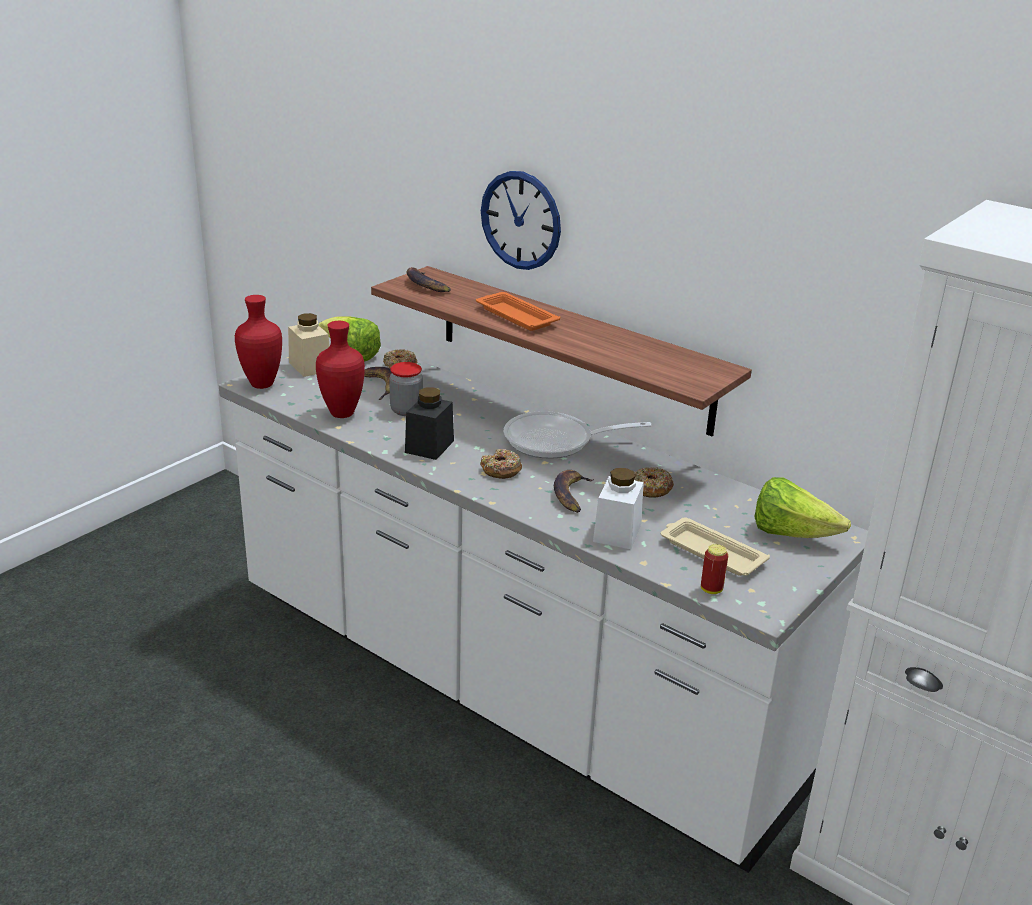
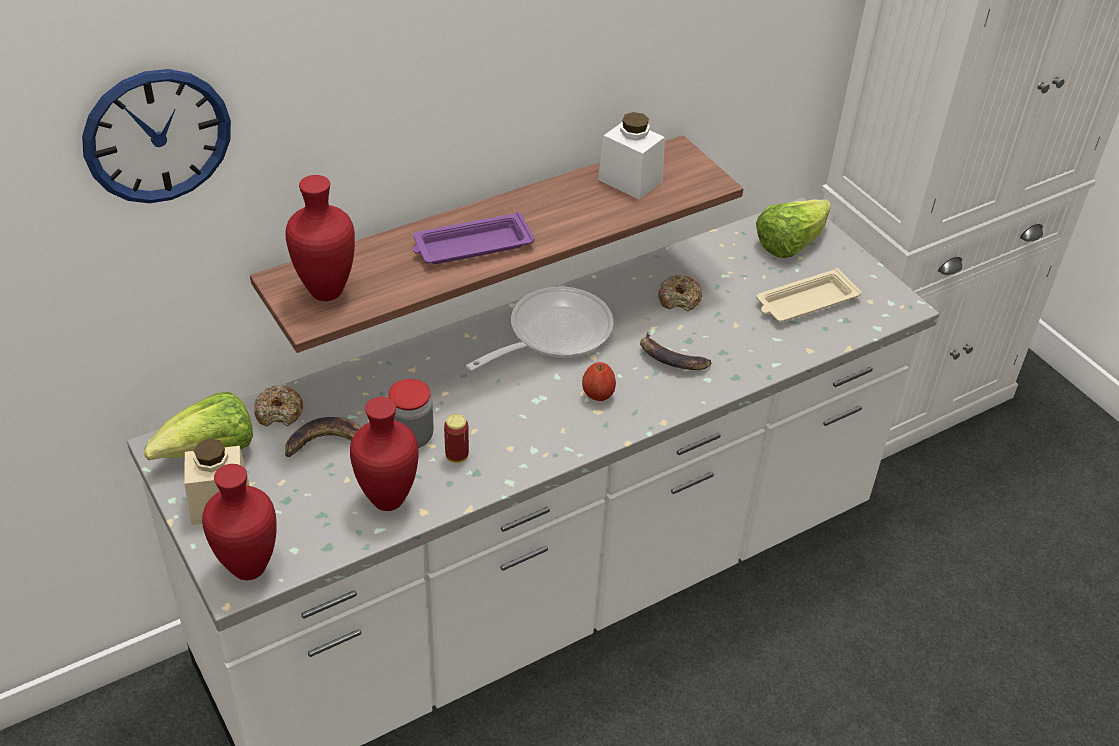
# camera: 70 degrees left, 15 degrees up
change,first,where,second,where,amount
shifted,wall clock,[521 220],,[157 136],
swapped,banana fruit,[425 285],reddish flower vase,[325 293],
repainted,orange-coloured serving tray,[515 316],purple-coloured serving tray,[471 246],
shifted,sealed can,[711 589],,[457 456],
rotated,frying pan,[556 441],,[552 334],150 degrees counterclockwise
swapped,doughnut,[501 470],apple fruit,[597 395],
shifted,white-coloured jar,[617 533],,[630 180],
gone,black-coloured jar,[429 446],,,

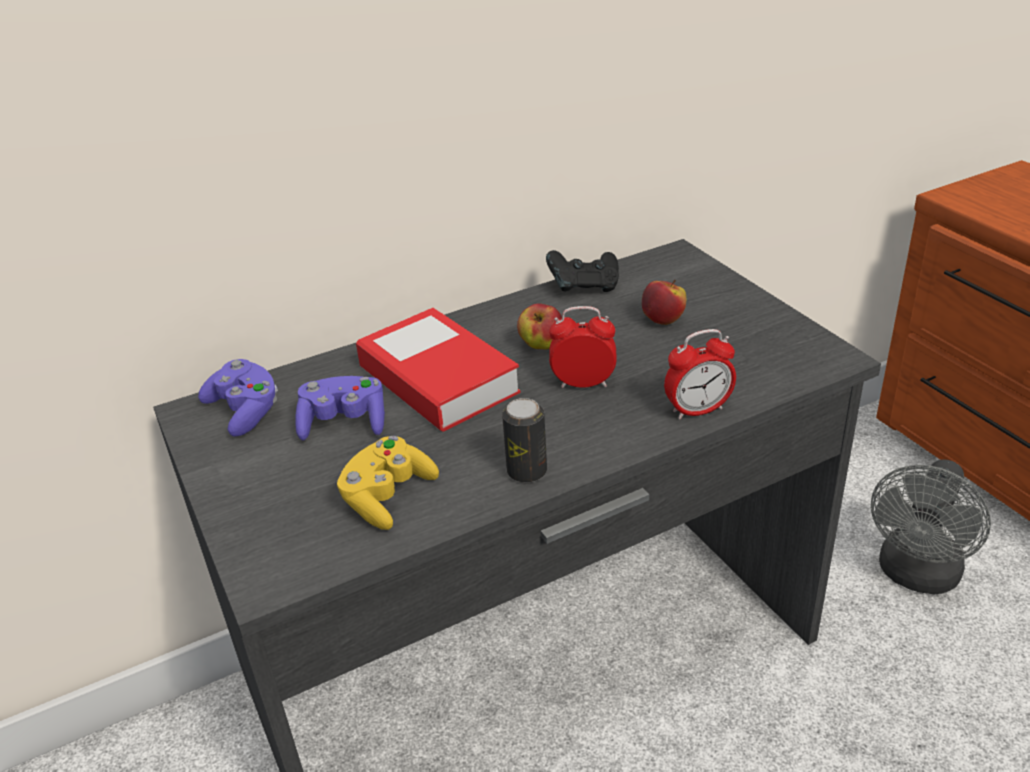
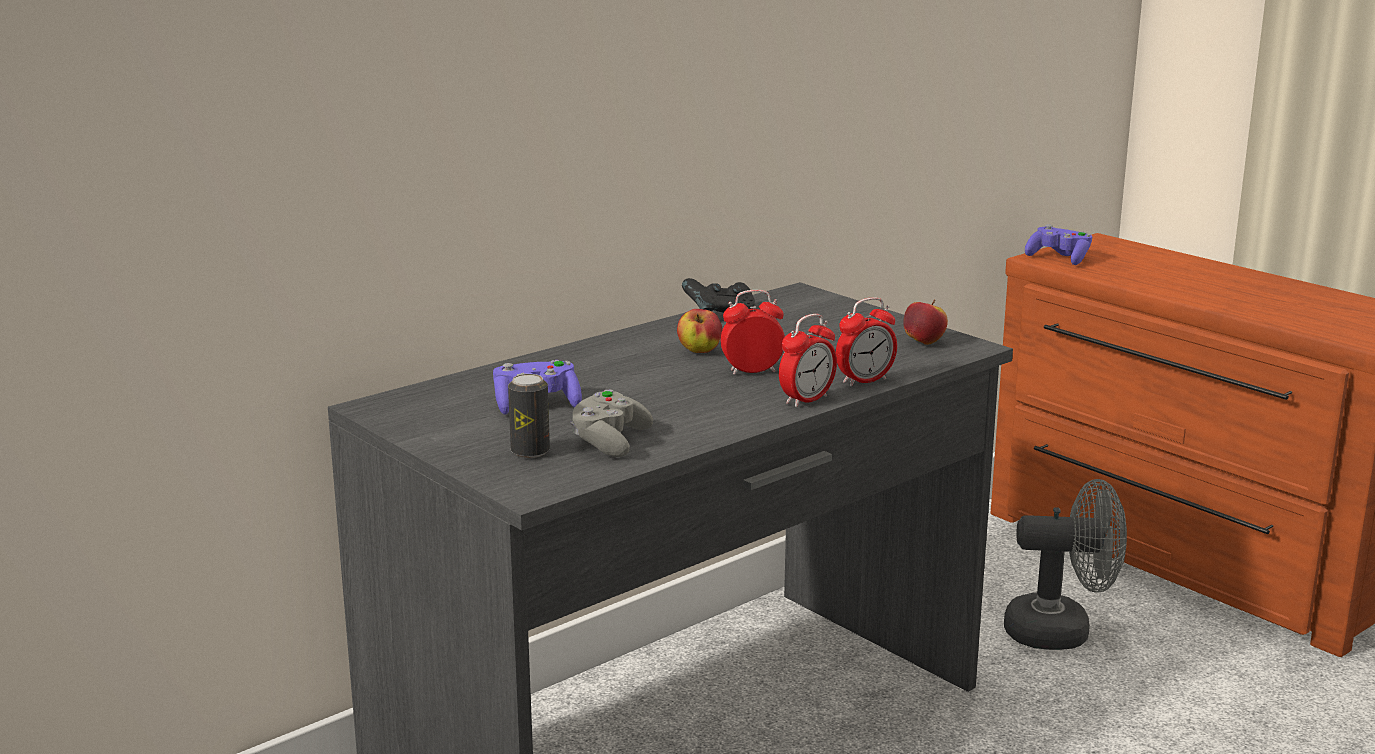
# camera: 15 degrees left, 15 degrees down
change,first,where,second,where,amount
shifted,sealed can,[527 471],,[530 451],
repainted,yellow game controller,[388 497],greyish game controller,[609 442],
new,,,alarm clock,[806 400],
shifted,apple fruit,[663 320],,[924 342],
rotated,greyish fan,[916 576],,[1061 632],105 degrees counterclockwise
shifted,purple-coloured game controller,[245 411],,[1059 258],
gone,volume,[438 380],,,

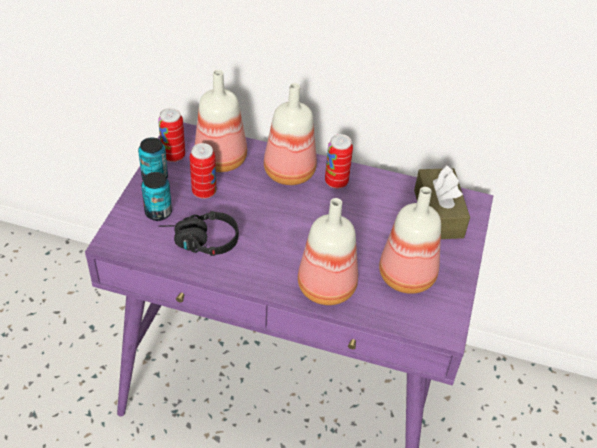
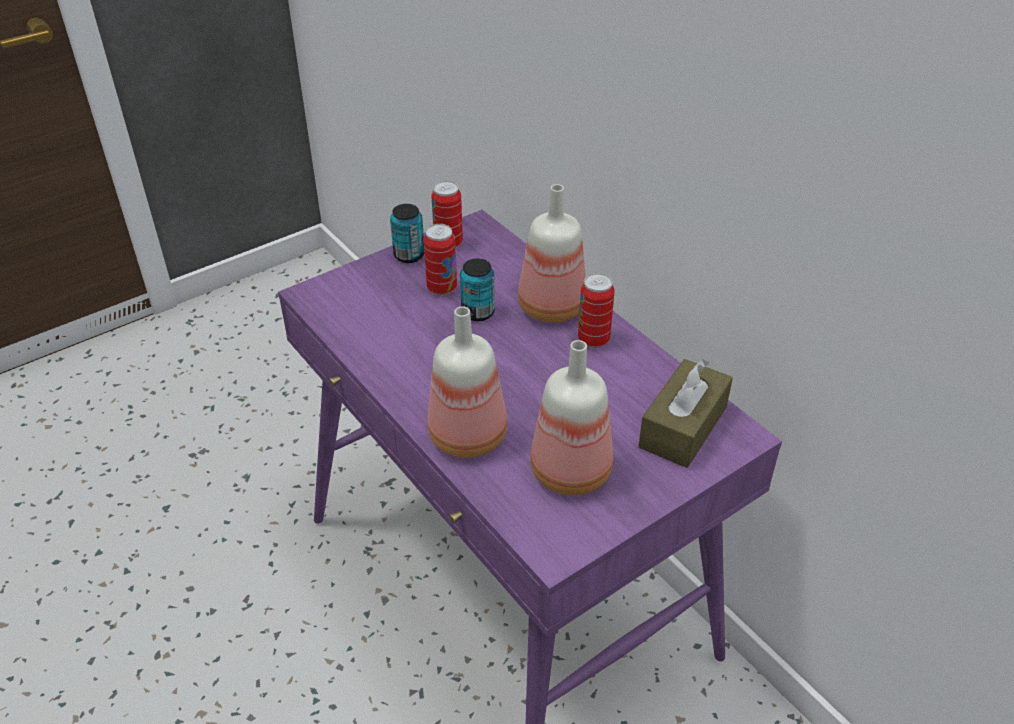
# camera: 40 degrees right, 5 degrees down
change,first,where,second,where,amount
shifted,sealed can,[158 212],,[478 312],
gone,black-coloured headphones,[198 242],,,
gone,beverage bottle,[222 159],,,

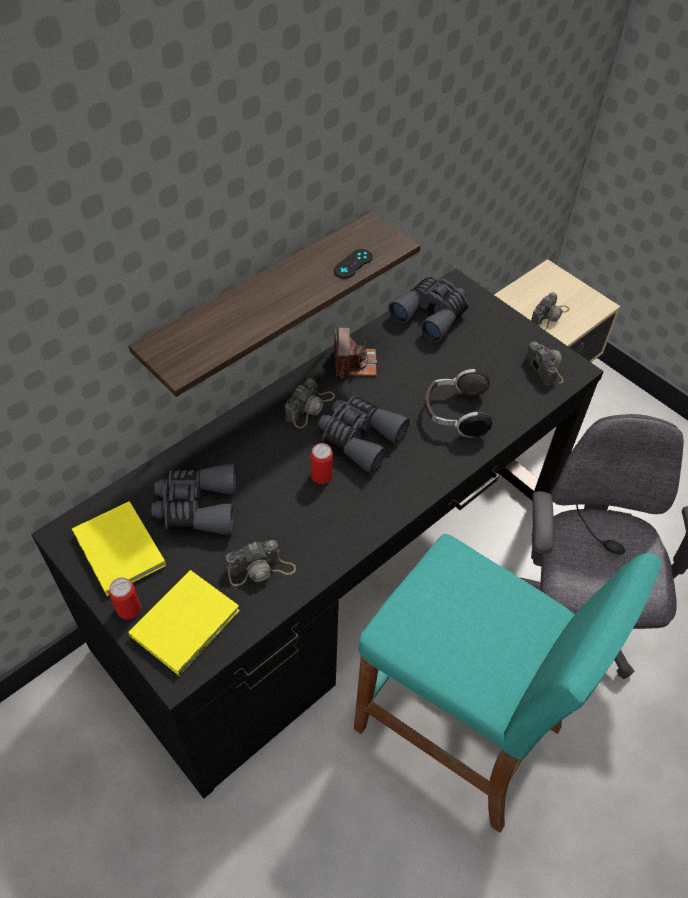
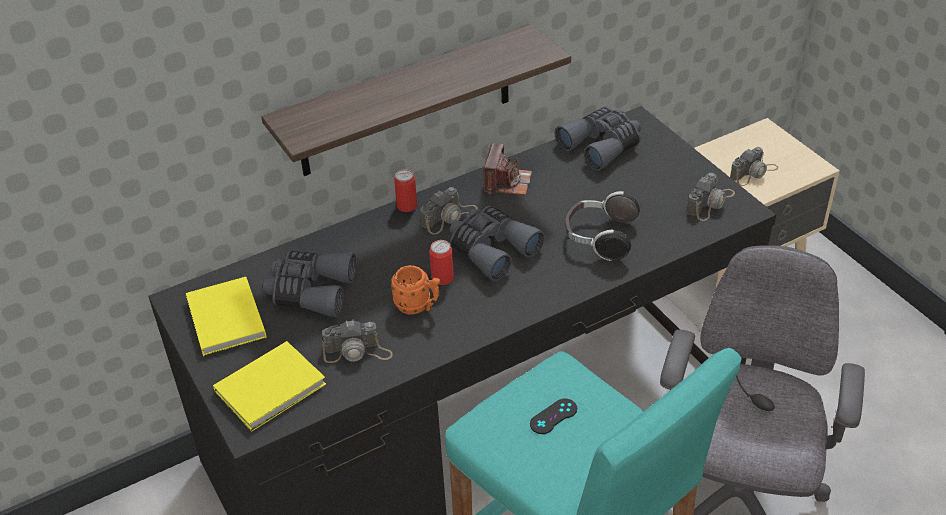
# camera: 15 degrees right, 10 degrees down
change,first,where,second,where,amount
new,,,orange-coloured mug,[418 306],
shifted,sealed can,[129 609],,[407 206],
shifted,black-coloured game controller,[353 264],,[553 416],
rotated,photo camera,[544 365],,[710 202],45 degrees clockwise

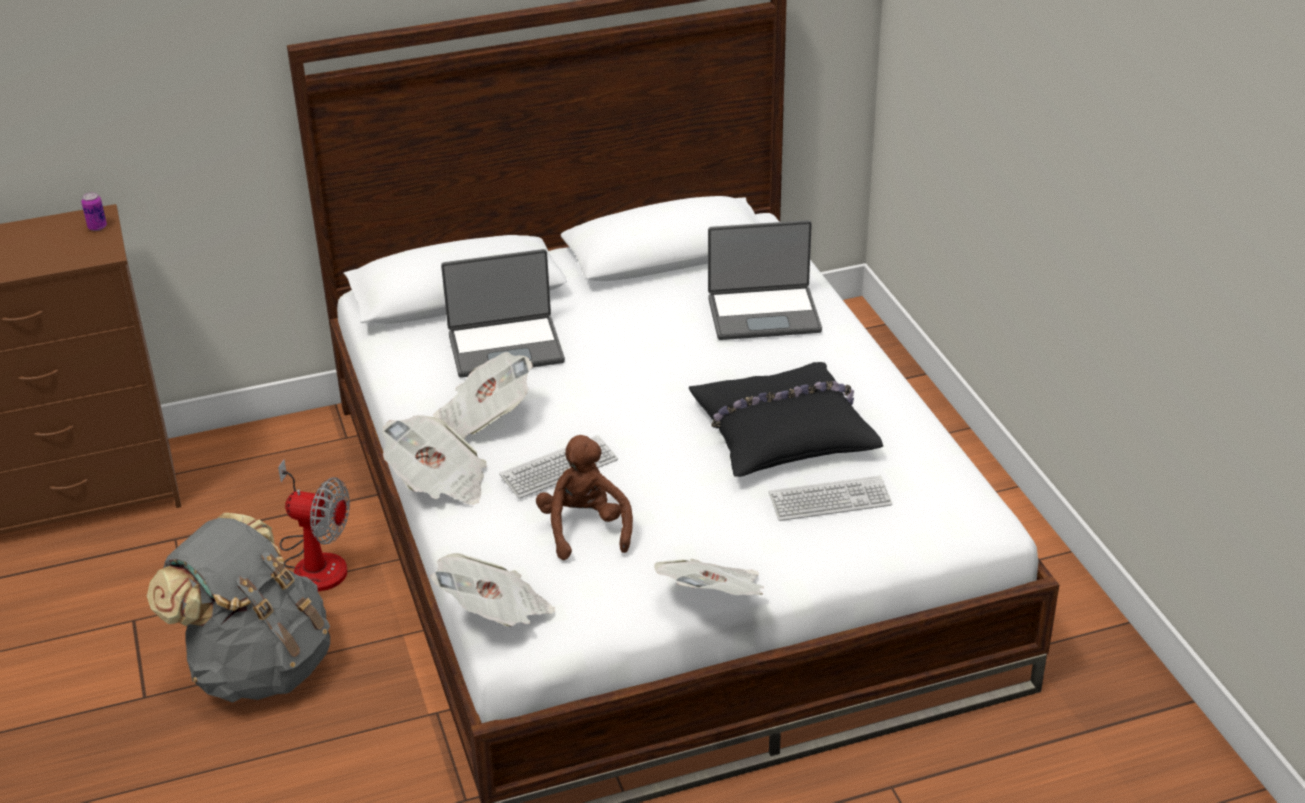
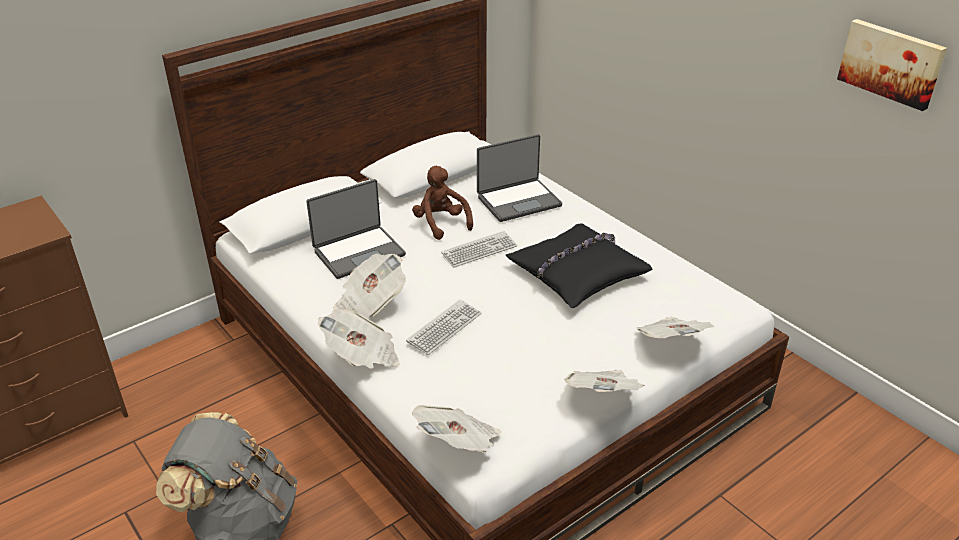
# camera: 20 degrees left, 0 degrees up
change,first,where,second,where,amount
shifted,brown-coloured cuddly toy,[585 529],,[441 223],
shifted,keyboard,[830 500],,[479 250],
new,,,daily paper,[671 342],
new,,,wall picture,[891 63],
gone,sealed can,[97 227],,,
gone,fan,[316 560],,,

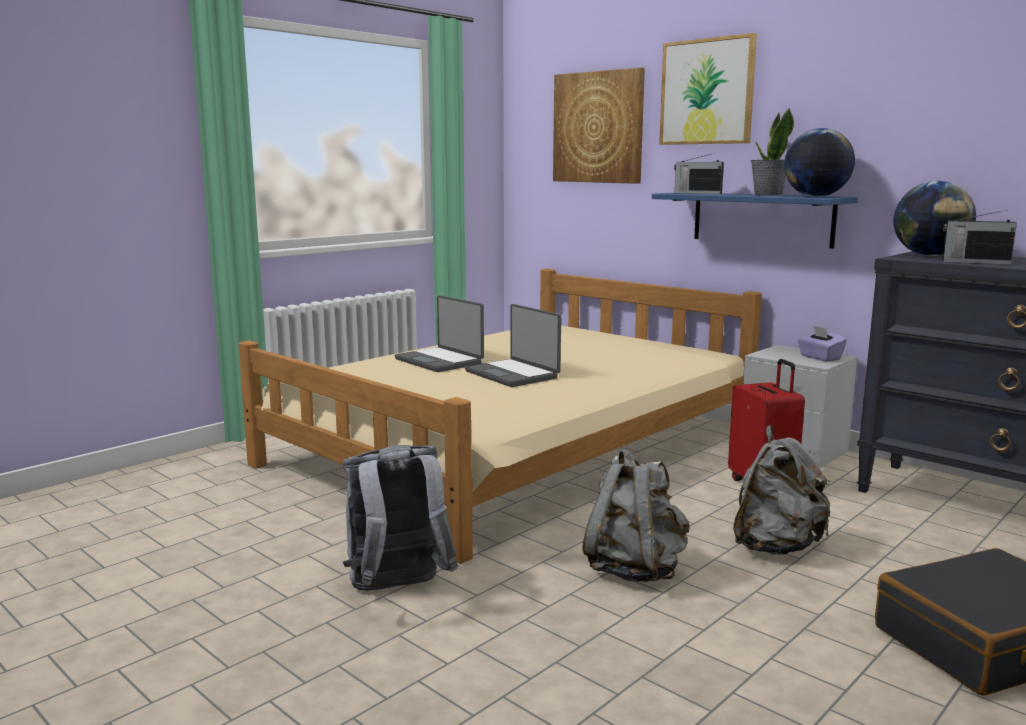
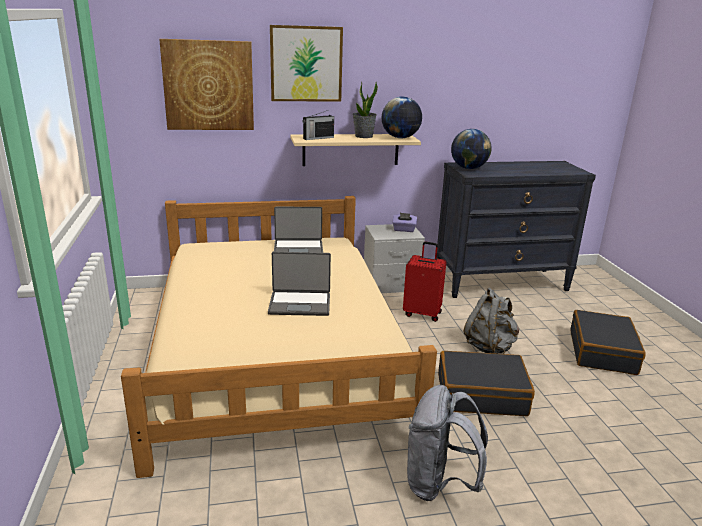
# camera: 55 degrees left, 10 degrees up
change,first,where,second,where,amount
shifted,laptop,[440 361],,[298 248],
repainted,bluish bracket shelf,[762 219],beige-coloured bracket shelf,[351 149],
swapped,greyish rucksack,[635 570],black-coloured travel case,[481 394],
gone,radio,[974 262],,,

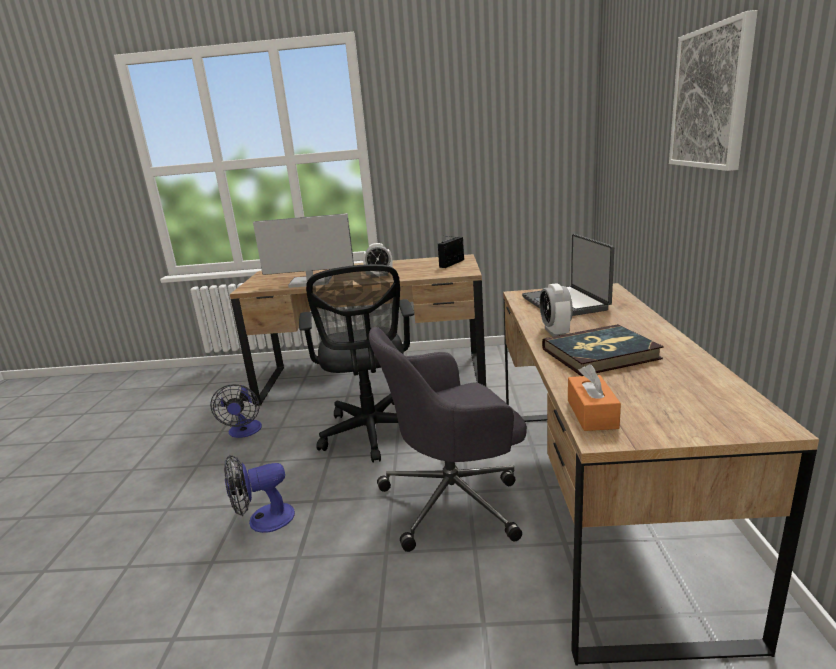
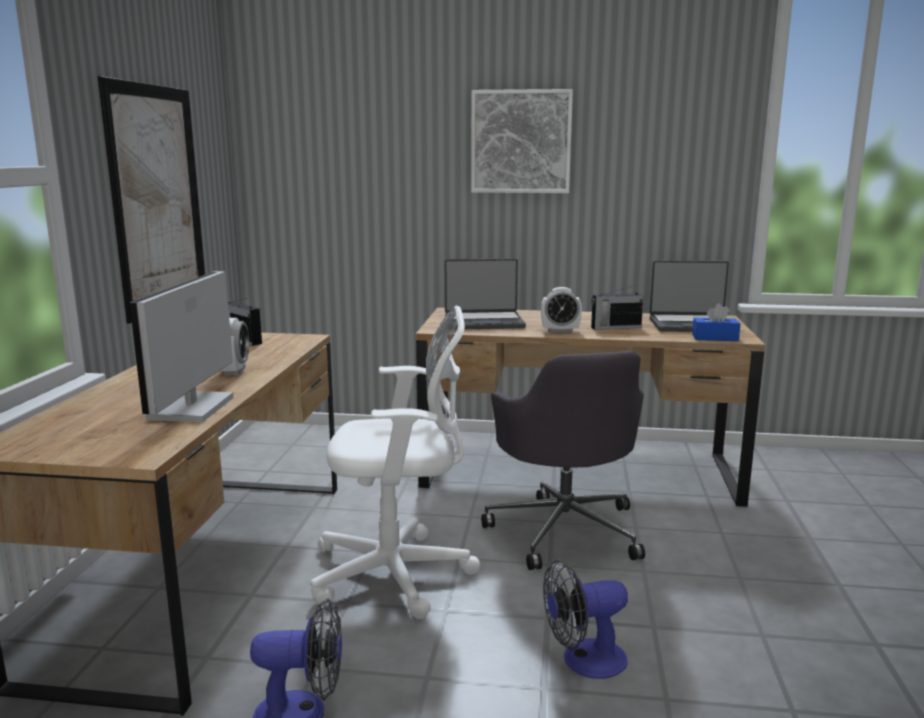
# camera: 85 degrees left, 5 degrees down
change,first,where,second,where,amount
new,,,wall picture,[158 199],
repainted,black-coloured office chair,[371 434],white-coloured office chair,[399 574],
rotated,fan,[263 520],,[583 661],90 degrees clockwise
swapped,volume,[600 354],radio,[615 327],
new,,,laptop,[691 325],
repainted,orange-coloured box of tissues,[592 414],bluish box of tissues,[715 338],

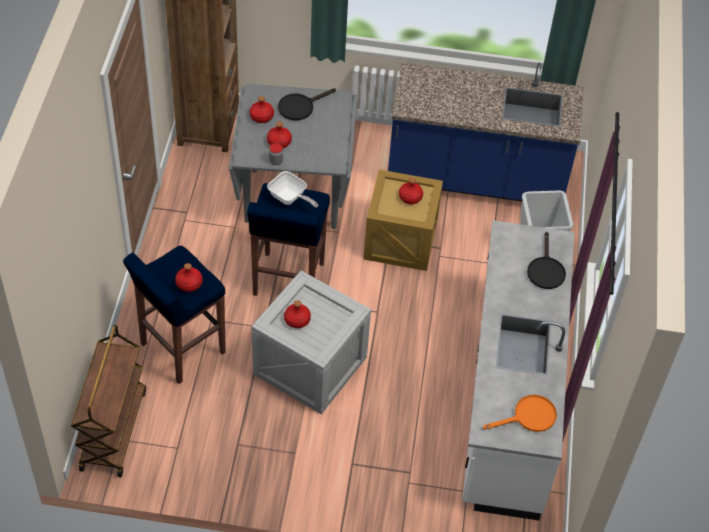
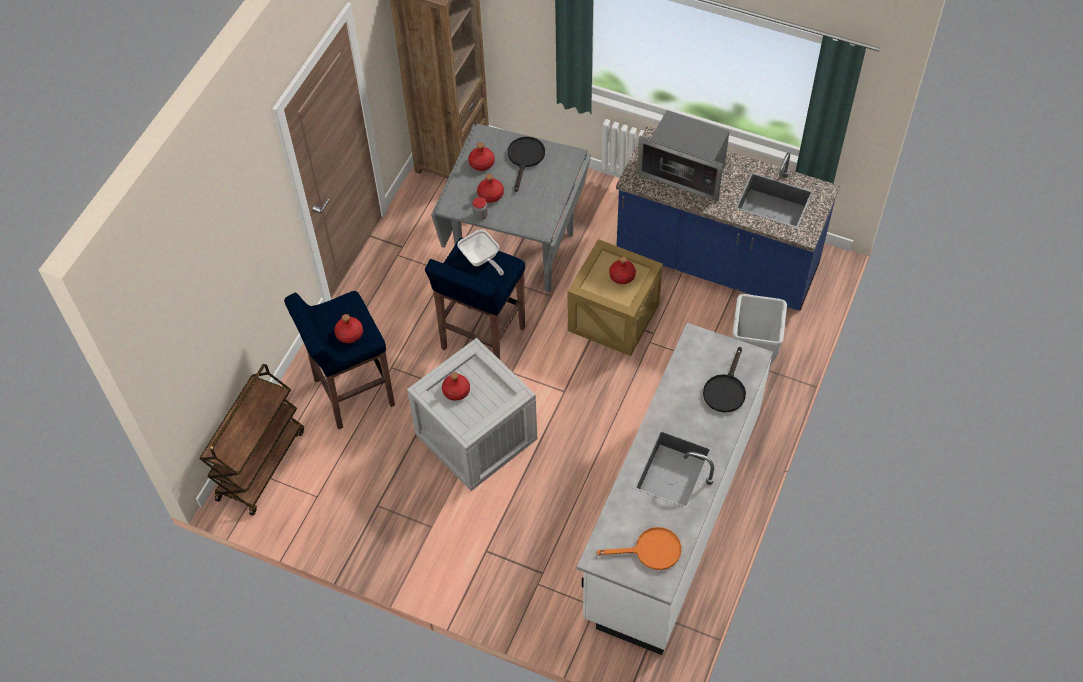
# camera: 20 degrees right, 5 degrees up
change,first,where,second,where,amount
rotated,black-coloured frying pan,[300 107],,[525 159],120 degrees clockwise
new,,,microwave oven,[685 171],

